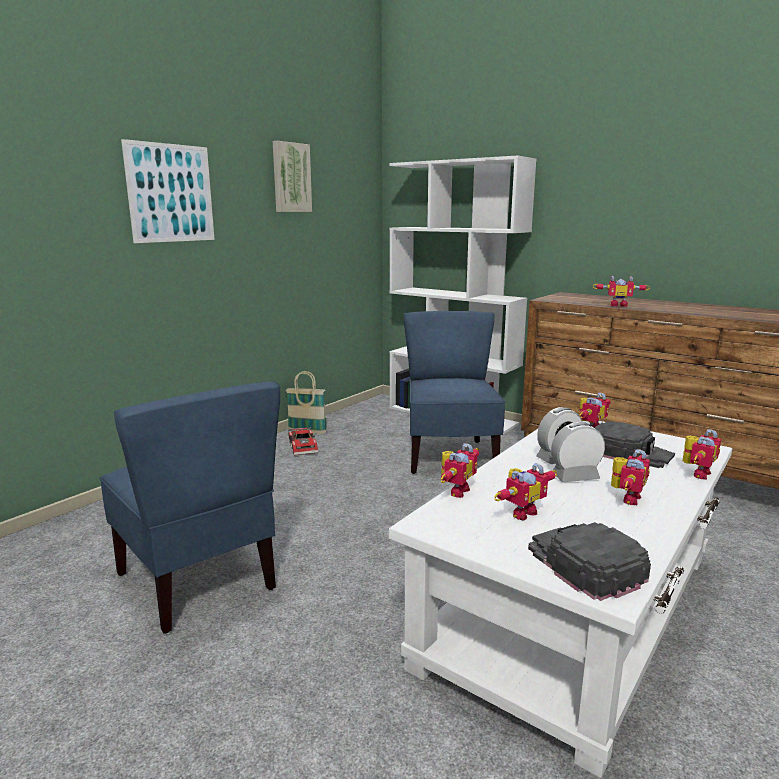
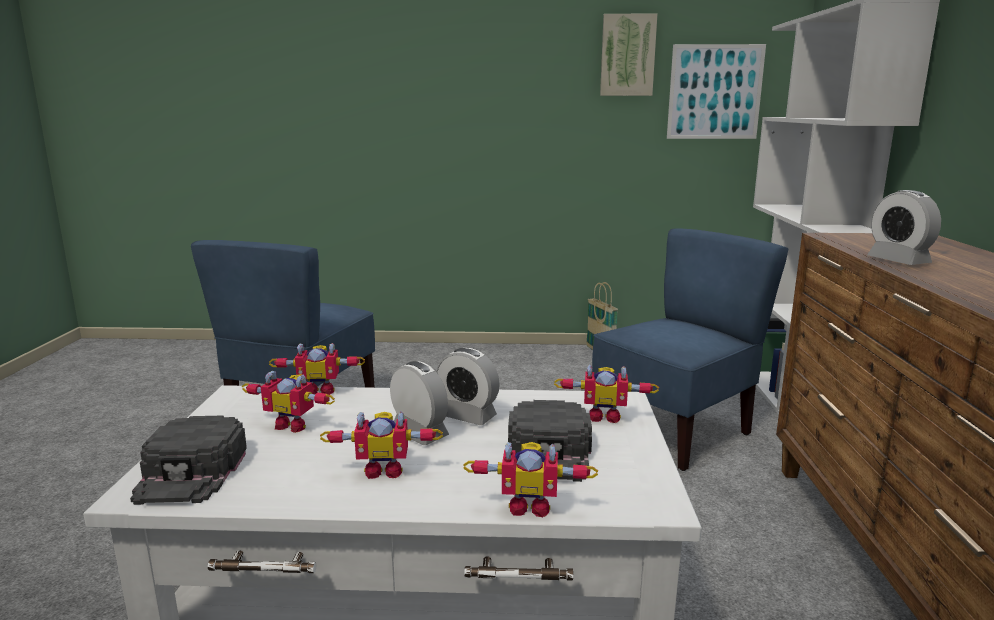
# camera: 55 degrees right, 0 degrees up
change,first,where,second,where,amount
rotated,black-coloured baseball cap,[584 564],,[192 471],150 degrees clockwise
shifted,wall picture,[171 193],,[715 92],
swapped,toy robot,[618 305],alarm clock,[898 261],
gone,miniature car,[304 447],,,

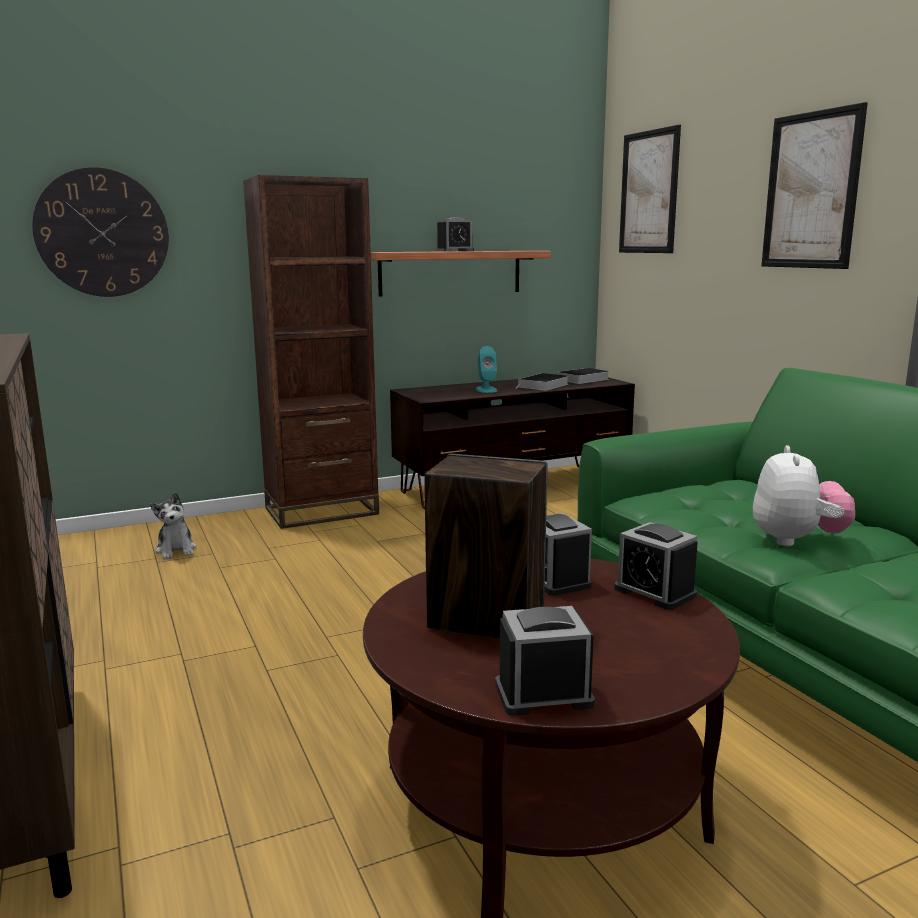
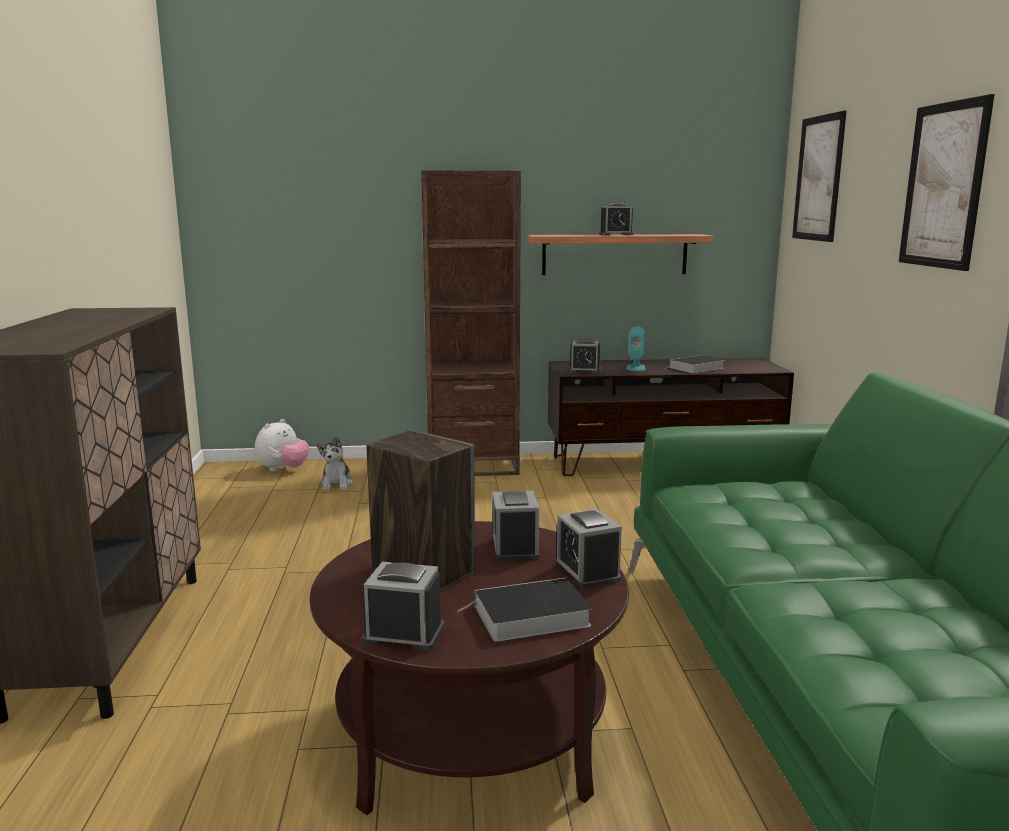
# camera: 20 degrees right, 0 degrees up
change,first,where,second,where,amount
shifted,cuddly toy,[796 541],,[283 470],
shifted,volume,[582 379],,[528 617],
new,,,alarm clock,[584 370],
gone,wall clock,[102 233],,,

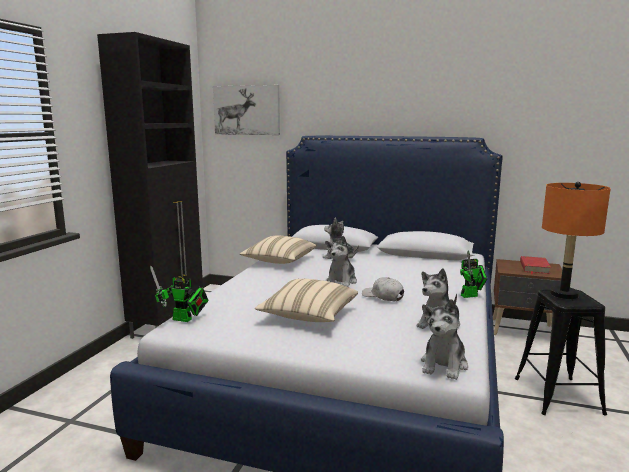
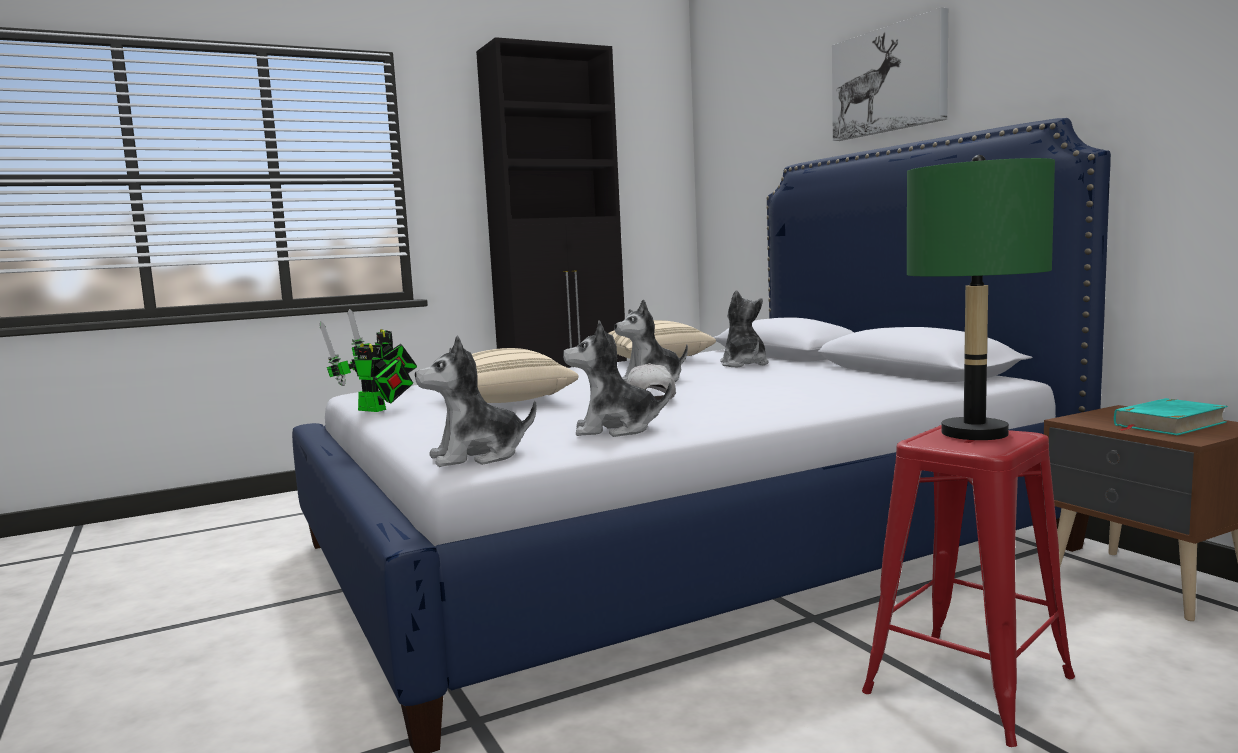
# camera: 45 degrees right, 5 degrees down
change,first,where,second,where,amount
shifted,toy robot,[471 295],,[375 410],
shifted,wall picture,[247 110],,[889 80],
repainted,black-coloured stool seat,[557 395],reddish stool seat,[969 685],
repainted,orange-coloured lamp for a table,[563 294],green lamp for a table,[973 433],
repainted,reddish volume,[534 268],turquoise-coloured volume,[1168 424],

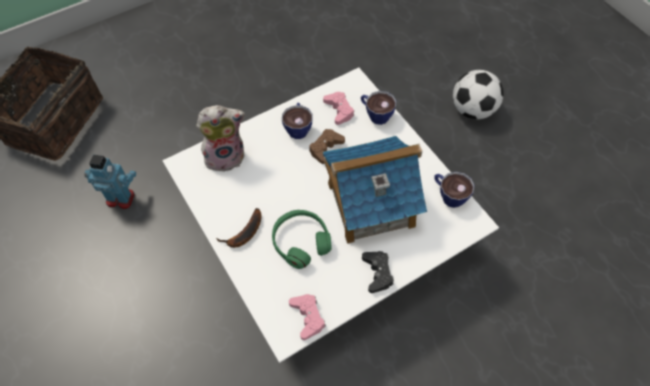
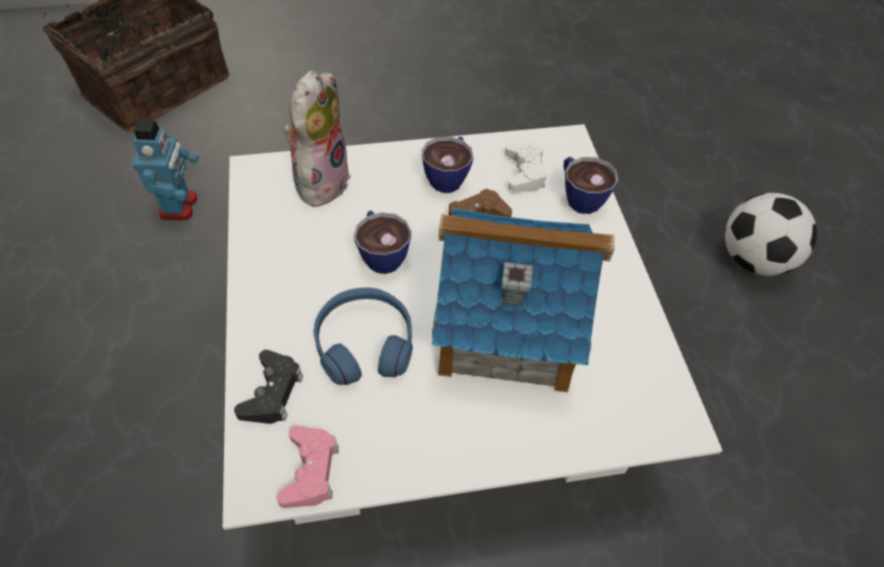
# camera: 20 degrees right, 5 degrees down
change,first,where,second,where,amount
rotated,toy robot,[121 198],,[180 206],60 degrees clockwise
shifted,black-coloured game controller,[377 273],,[272 392],
rotated,cuddly toy,[226 156],,[320 180],75 degrees counterclockwise
repainted,green headphones,[301 241],bluish headphones,[364 343],
shifted,cup,[448 195],,[381 253],
repainted,pink game controller,[339 110],white-coloured game controller,[524 173],
gone,banana fruit,[244 234],,,

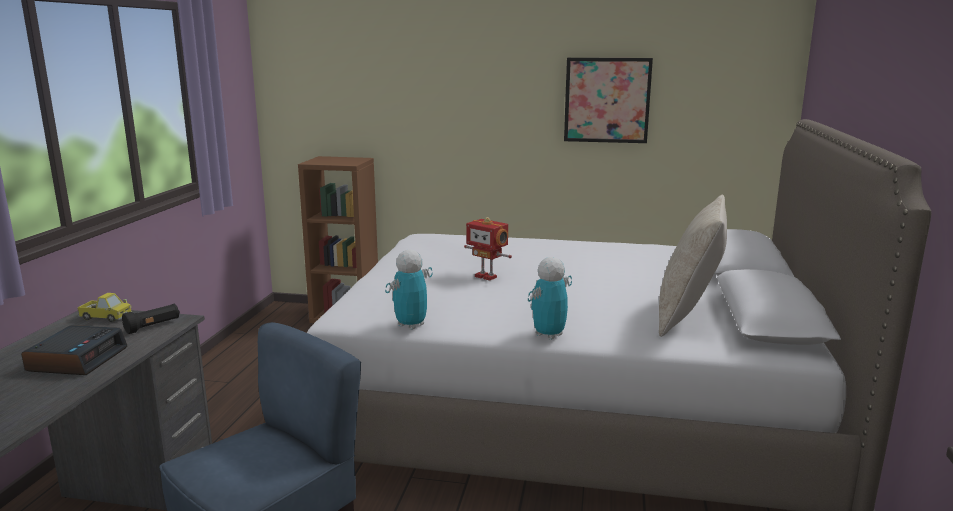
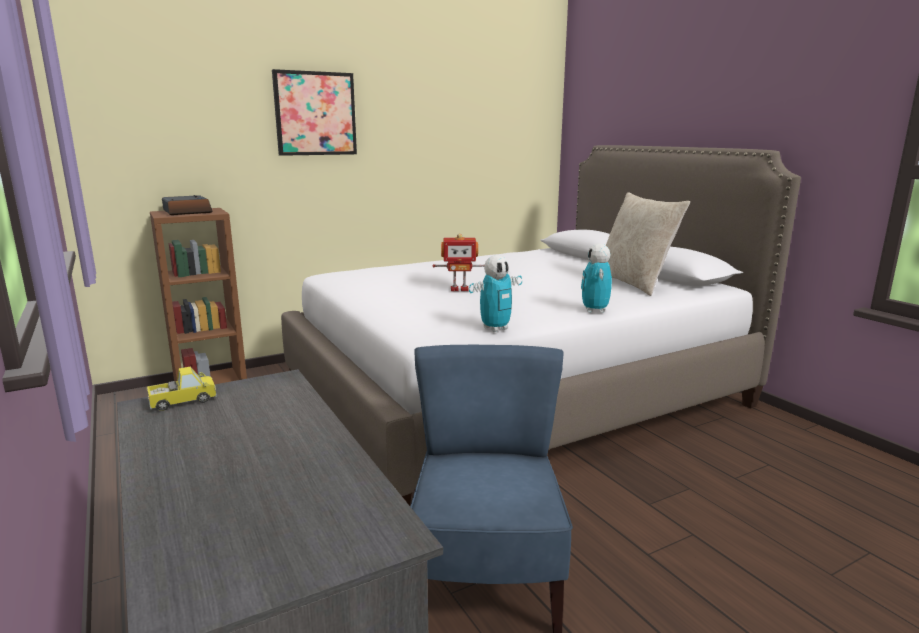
# camera: 40 degrees left, 0 degrees up
change,first,where,second,where,amount
shifted,alarm clock,[77 359],,[186 211],
shifted,wall picture,[607 100],,[315 114],
rotated,toy robot,[410 325],,[495 328],120 degrees counterclockwise
gone,black-coloured hand torch,[153 326],,,

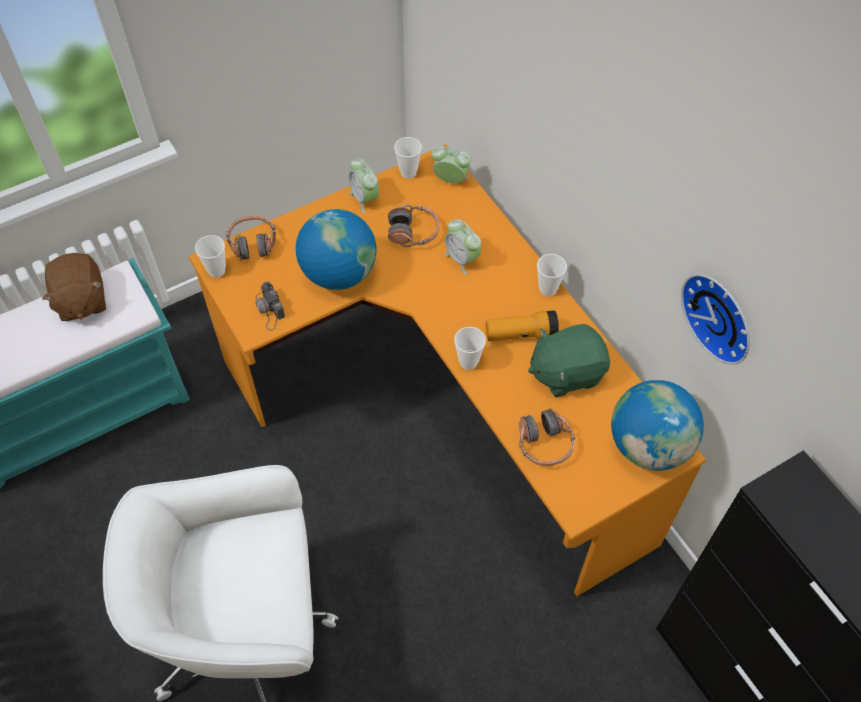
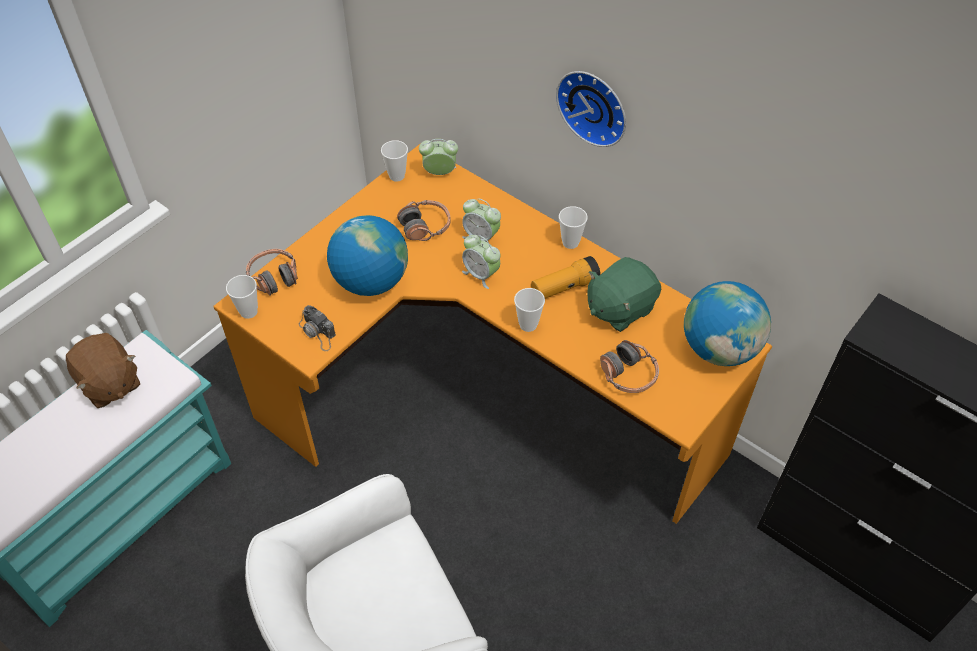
# camera: 20 degrees left, 5 degrees down
change,first,where,second,where,amount
shifted,alarm clock,[365 198],,[481 274],
shifted,wall clock,[721 315],,[594 106],

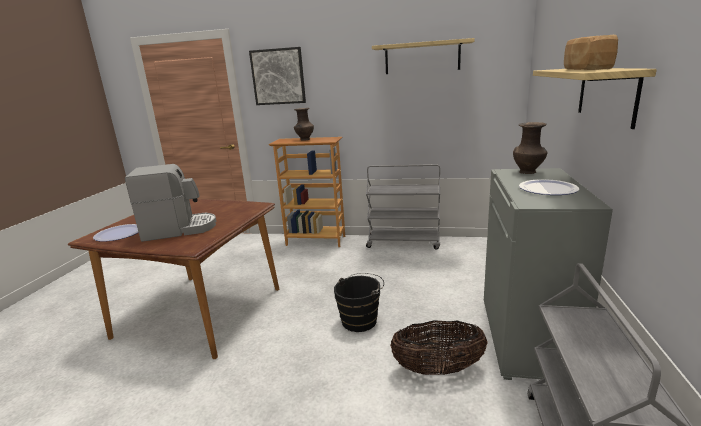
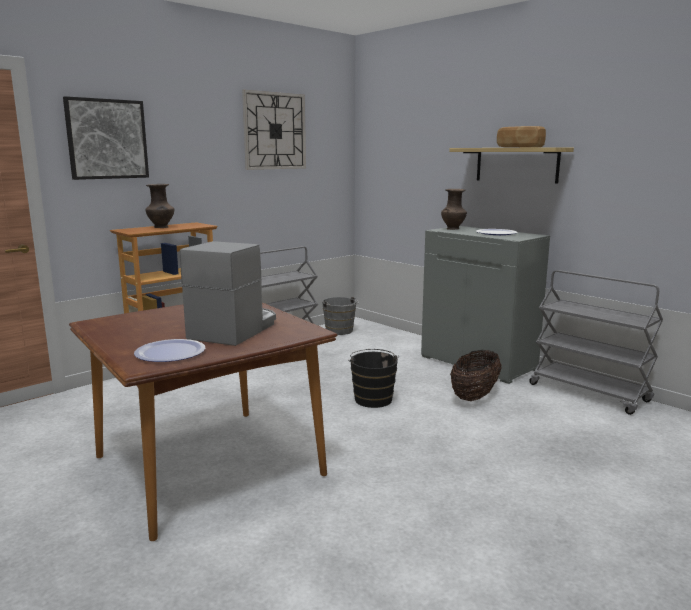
# camera: 55 degrees left, 5 degrees down
change,first,where,second,where,amount
swapped,bracket shelf,[422 57],wall clock,[274 131],
new,,,greyish pail,[340 331],

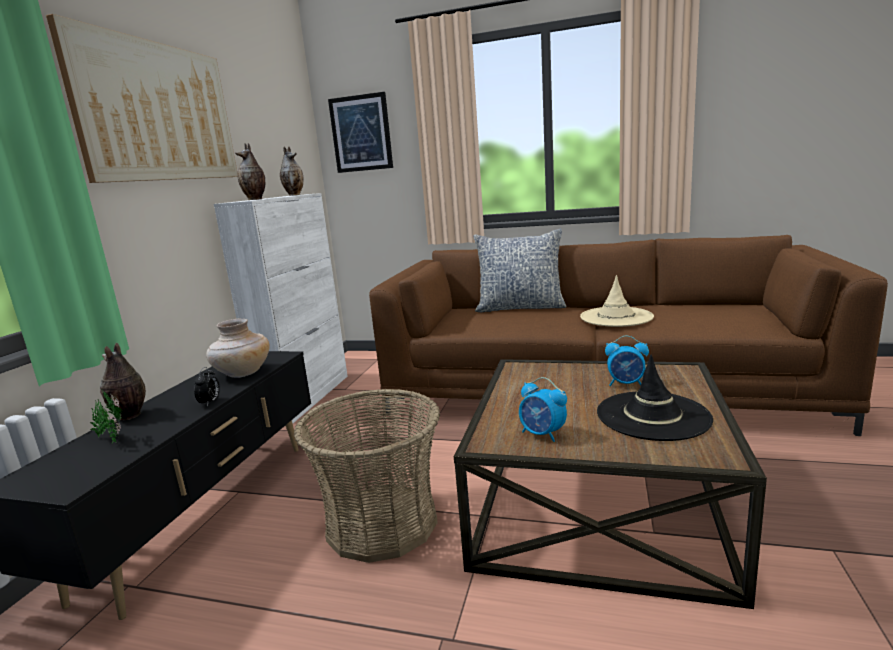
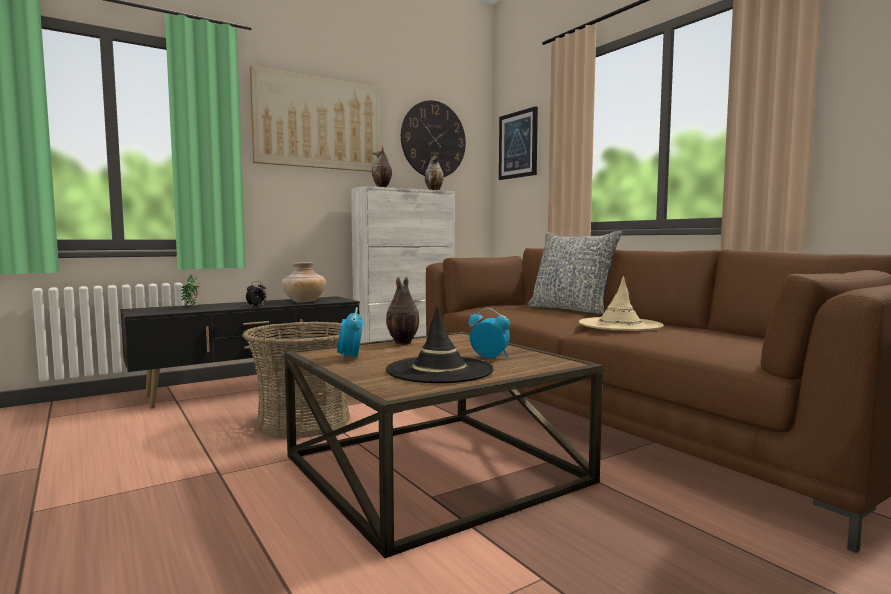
# camera: 40 degrees right, 10 degrees down
change,first,where,second,where,amount
shifted,flower vase,[129 416],,[402 343],
new,,,wall clock,[433 139],
rotated,alarm clock,[626 384],,[490 357],150 degrees clockwise

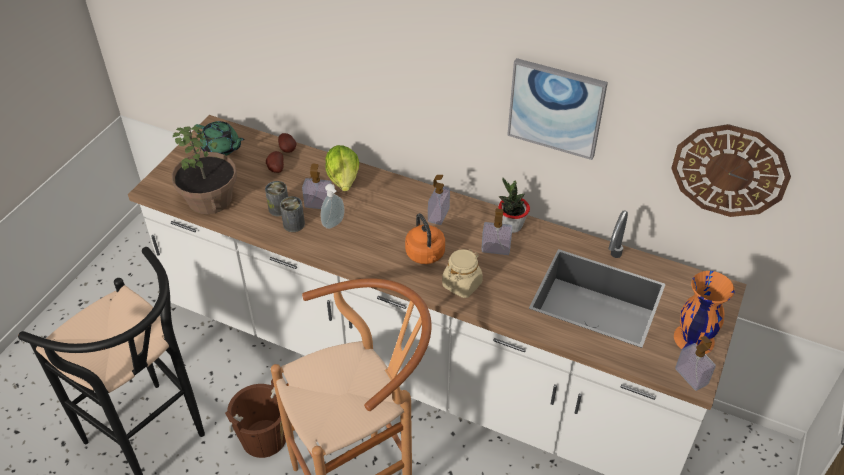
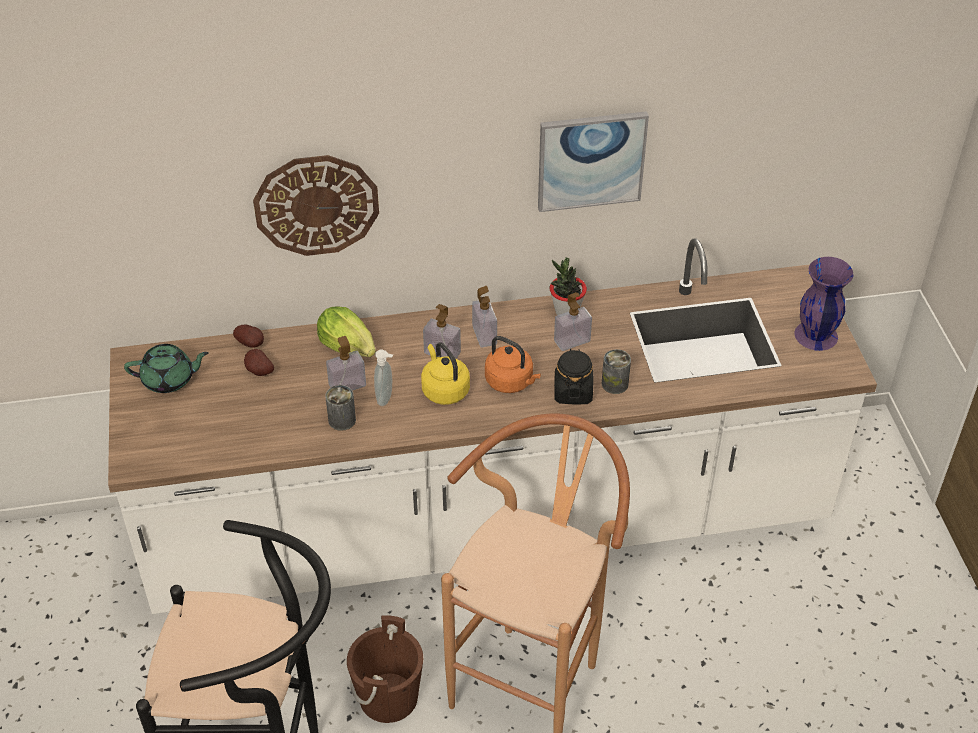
# camera: 35 degrees left, 0 degrees up
change,first,where,second,where,amount
shifted,wall clock,[729 170],,[316 205],
new,,,yellow kettle,[444 390],
shifted,soap dispenser,[691 376],,[442 353],
repainted,beige-coloured jar,[462 284],black-coloured jar,[573 392],
shifted,sealed can,[279 209],,[615 384],
repainted,orange-coloured flower vase,[693 338],purple-coloured flower vase,[815 335],
gone,houseplant,[210 199],,,

